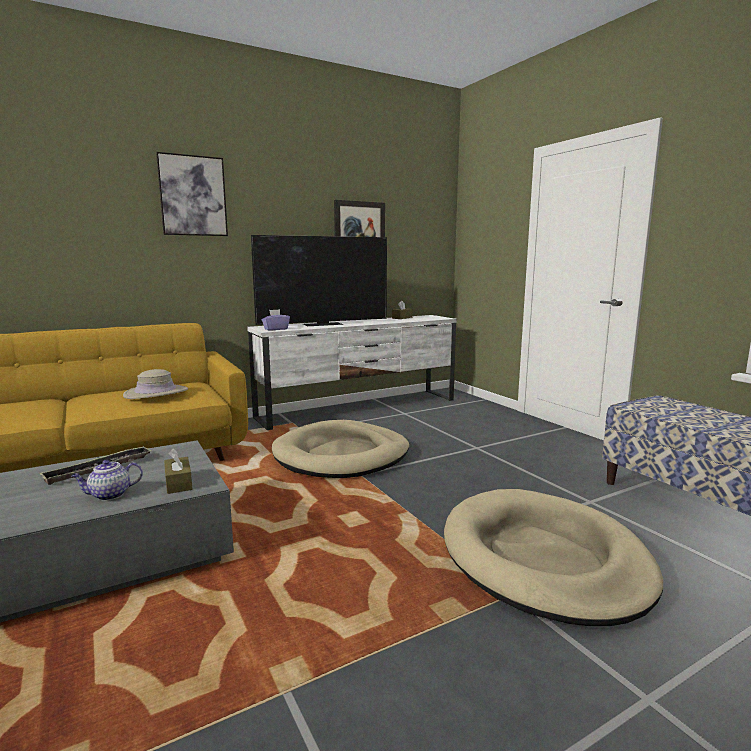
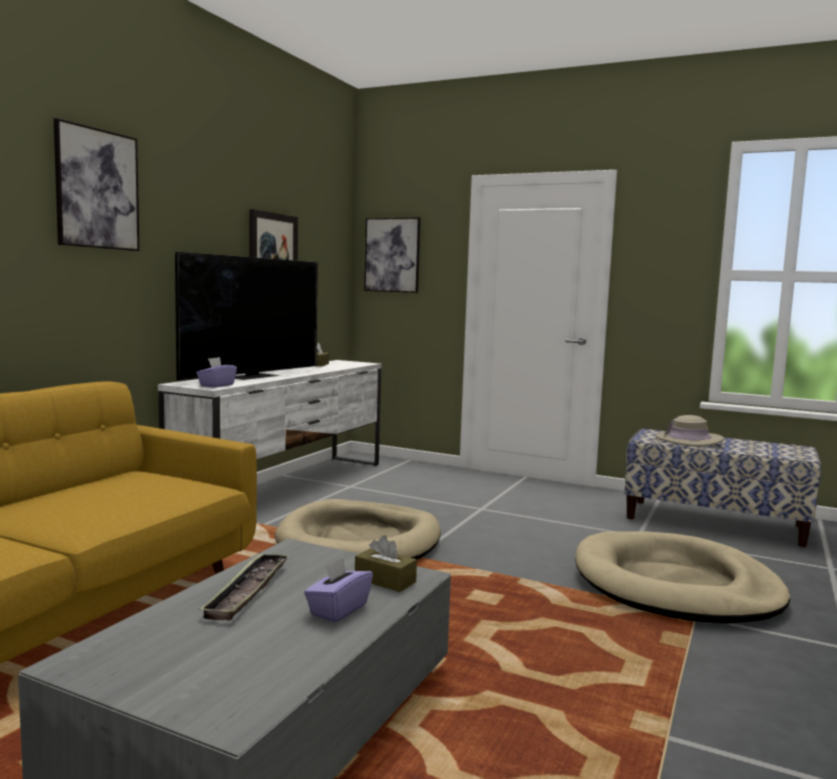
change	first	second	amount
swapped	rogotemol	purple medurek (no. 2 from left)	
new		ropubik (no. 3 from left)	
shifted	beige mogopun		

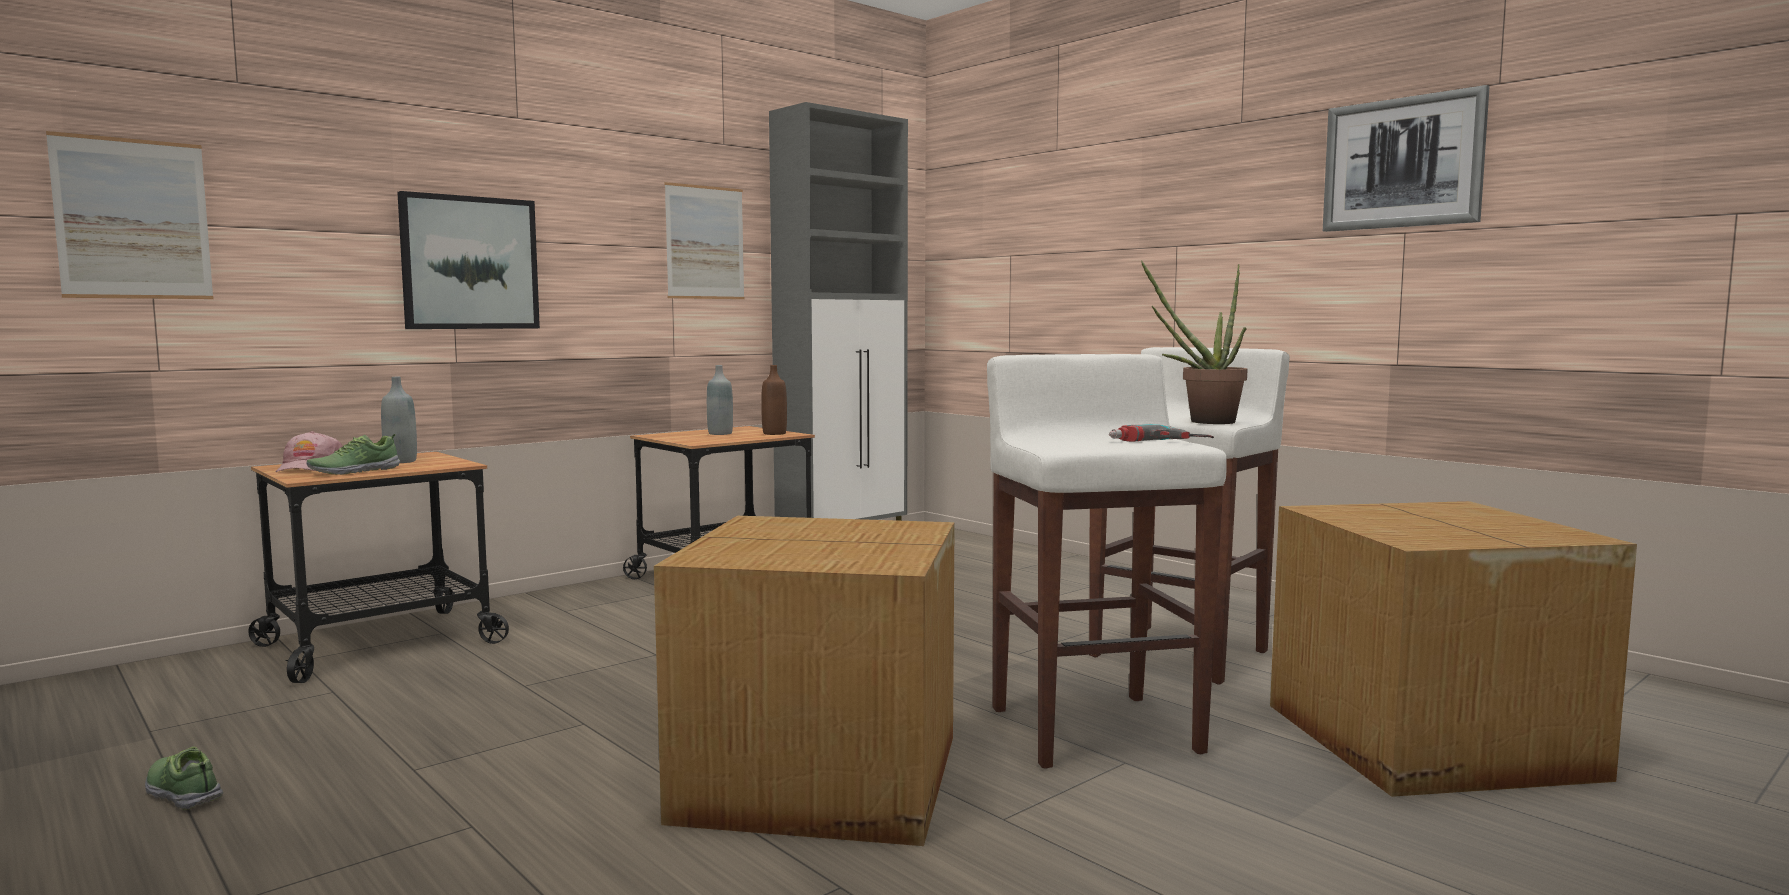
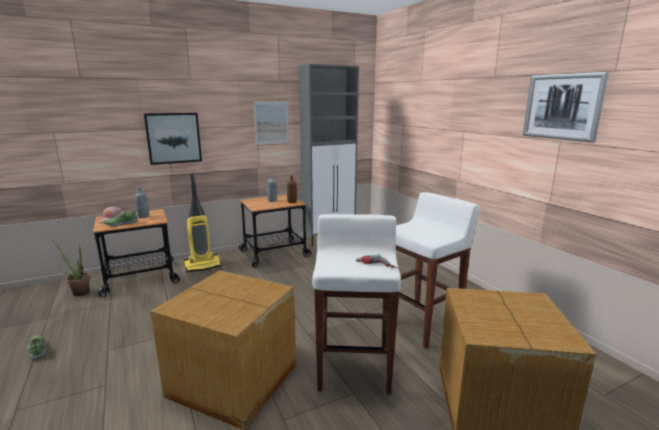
change	first	second	amount
shifted	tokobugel		
new		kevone	
gone	ropubik (no. 1 from left)		

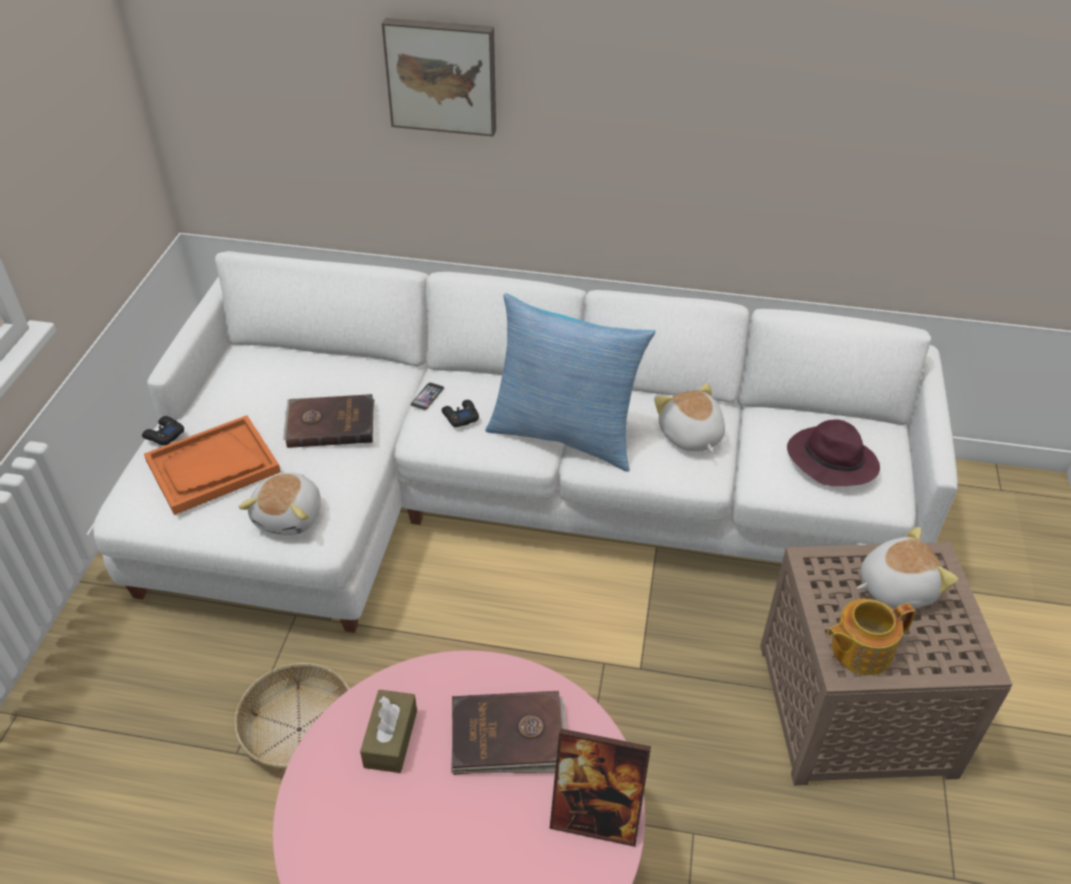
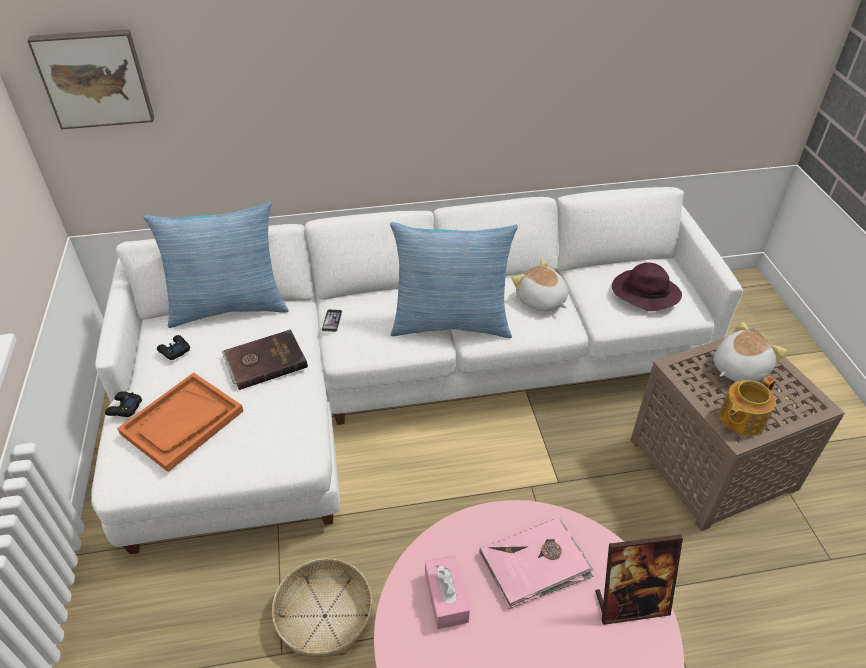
change	first	second	amount
shifted	ropubik		
new		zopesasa (no. 1 from left)	
shifted	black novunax (no. 2 from left)		
repainted	brown medurek	pink medurek	
repainted	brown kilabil (no. 2 from left)	pink kilabil	
gone	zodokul (no. 1 from left)		

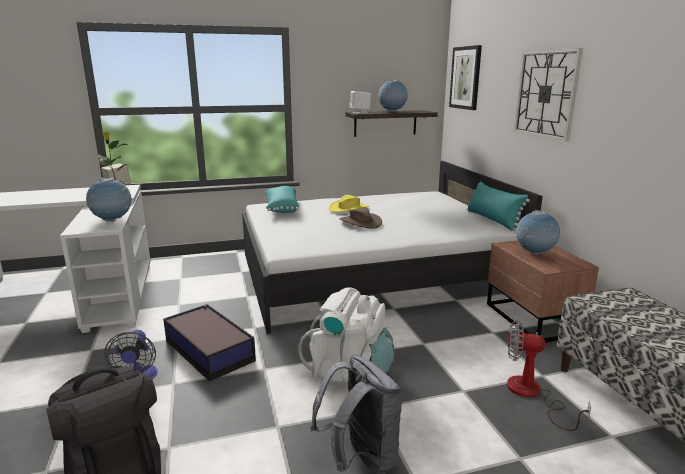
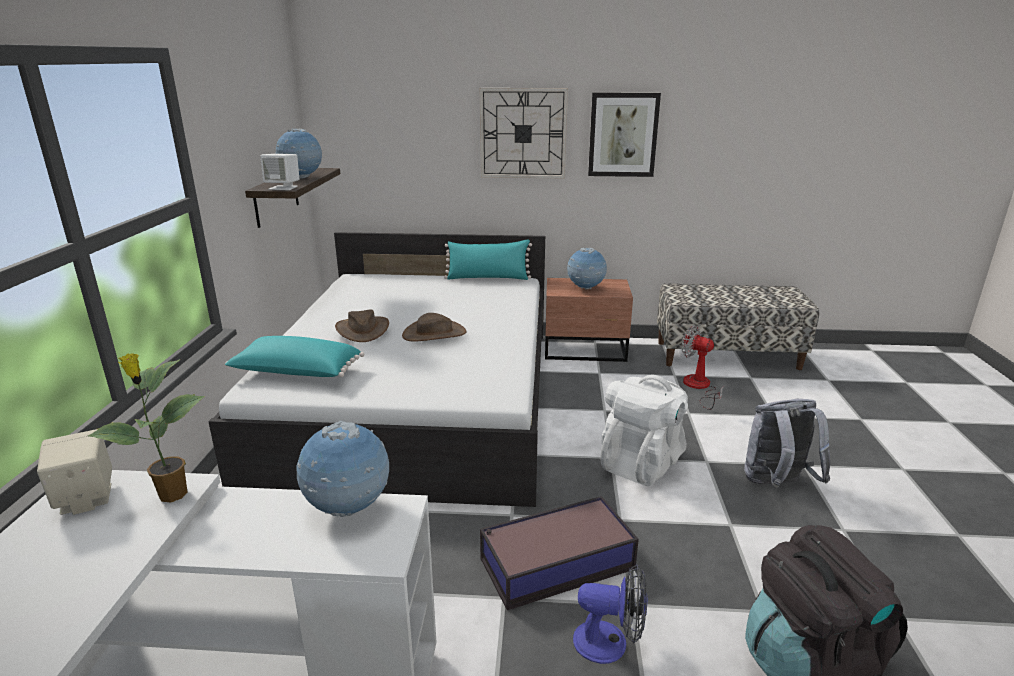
change	first	second	amount
repainted	yellow mogopun	brown mogopun (no. 1 from left)	
shifted	ropubik		
rotated	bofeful (no. 2 from left)		90 degrees clockwise

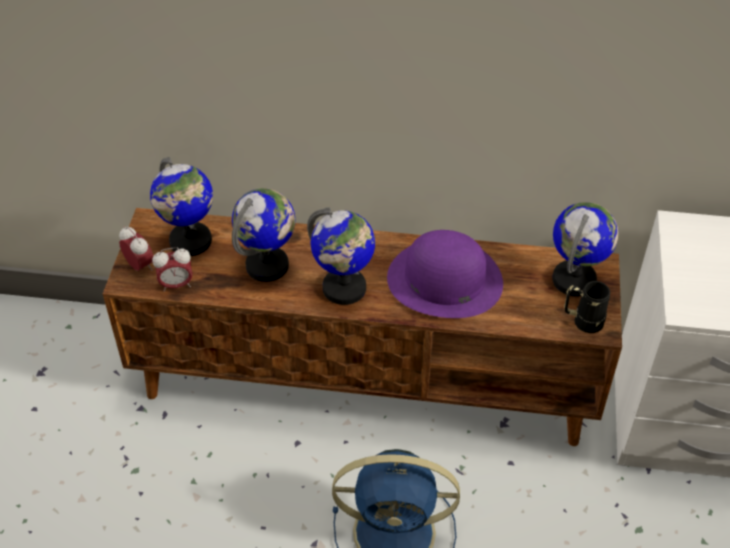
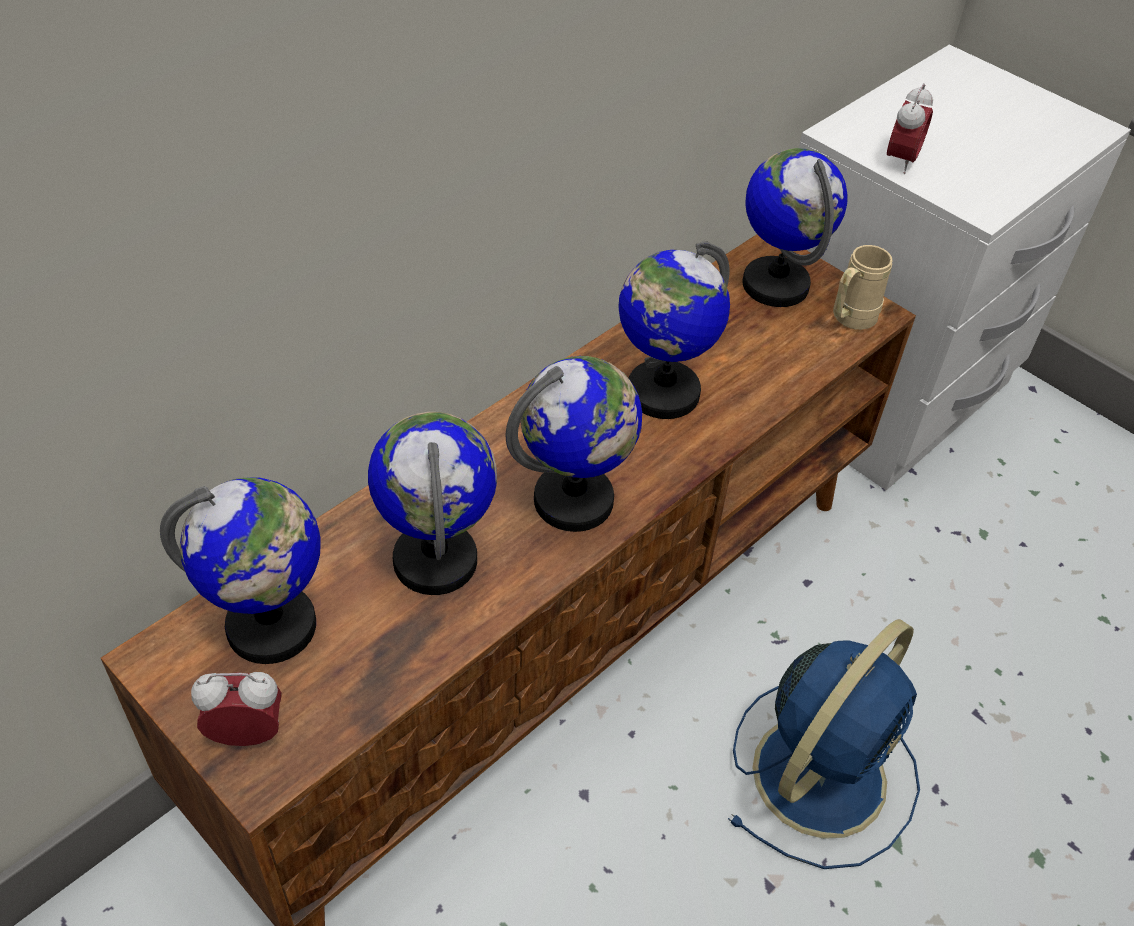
change	first	second	amount
swapped	purple mogopun	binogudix (no. 4 from left)	
repainted	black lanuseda	beige lanuseda	
shifted	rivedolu (no. 2 from left)		

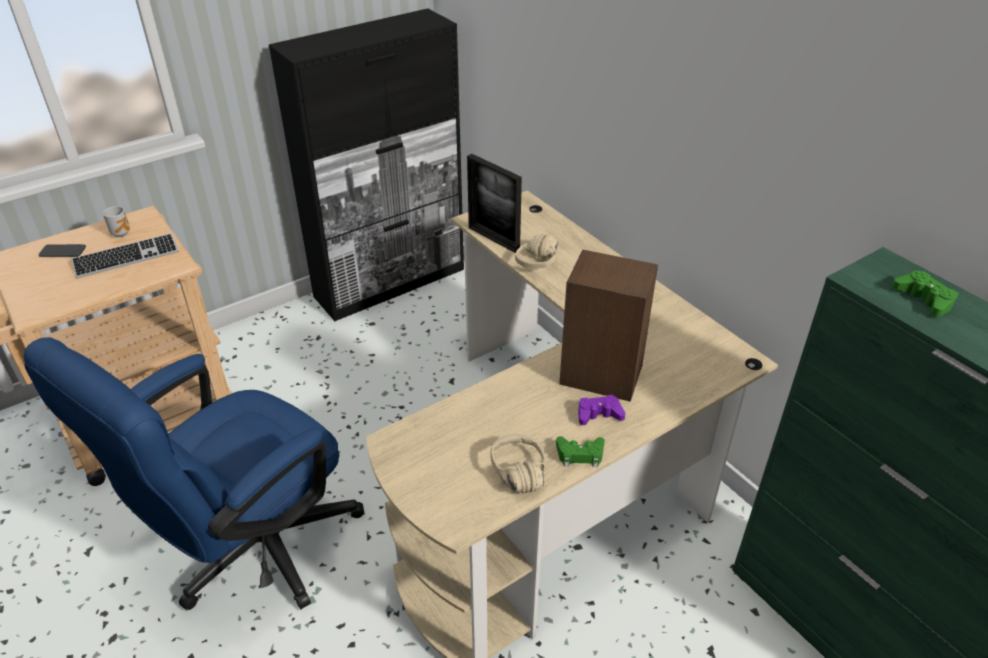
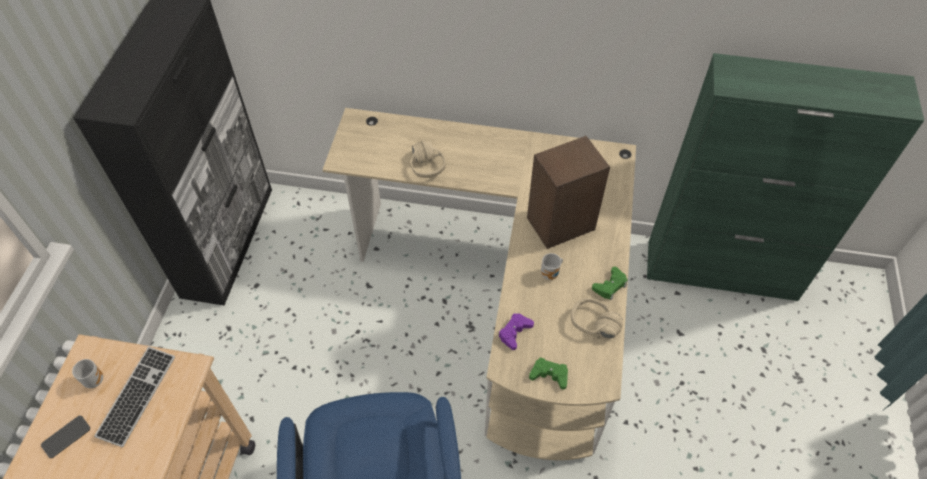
change	first	second	amount
shifted	purple novunax		
shifted	green novunax (no. 2 from left in the first image)	green novunax (no. 1 from left)	
new		lanuseda (no. 2 from left)	
gone	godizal		

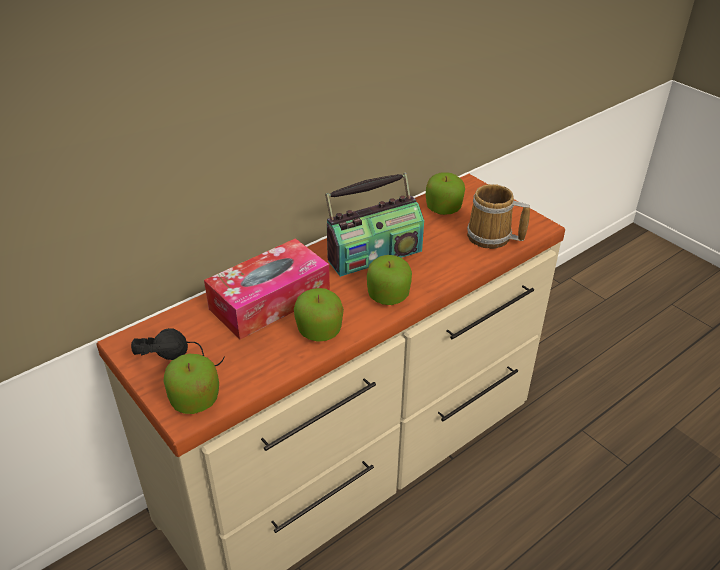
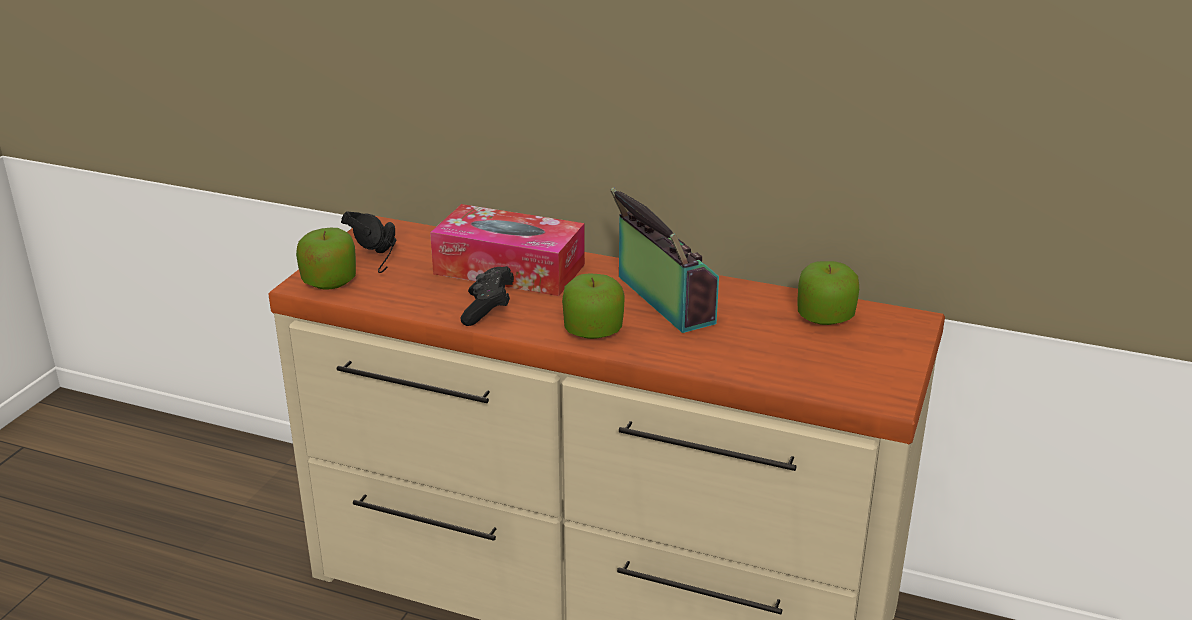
change	first	second	amount
swapped	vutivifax (no. 2 from left)	black novunax	
rotated	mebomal		150 degrees counterclockwise
gone	lanuseda		

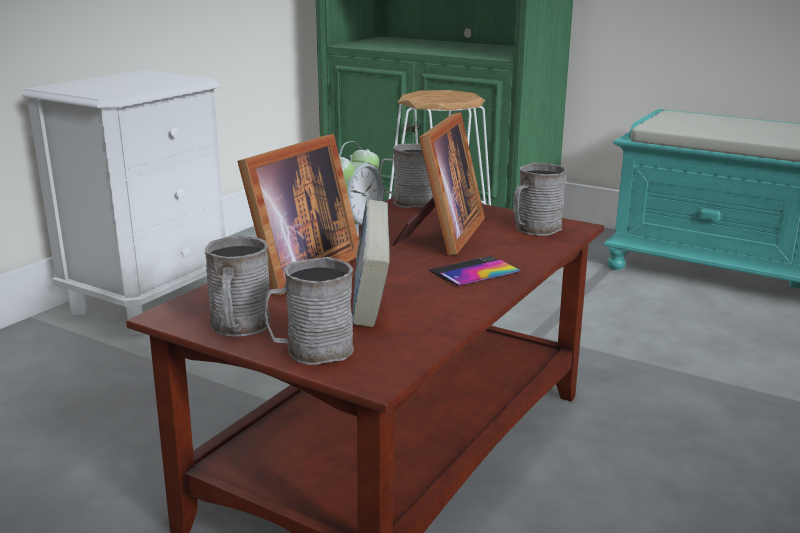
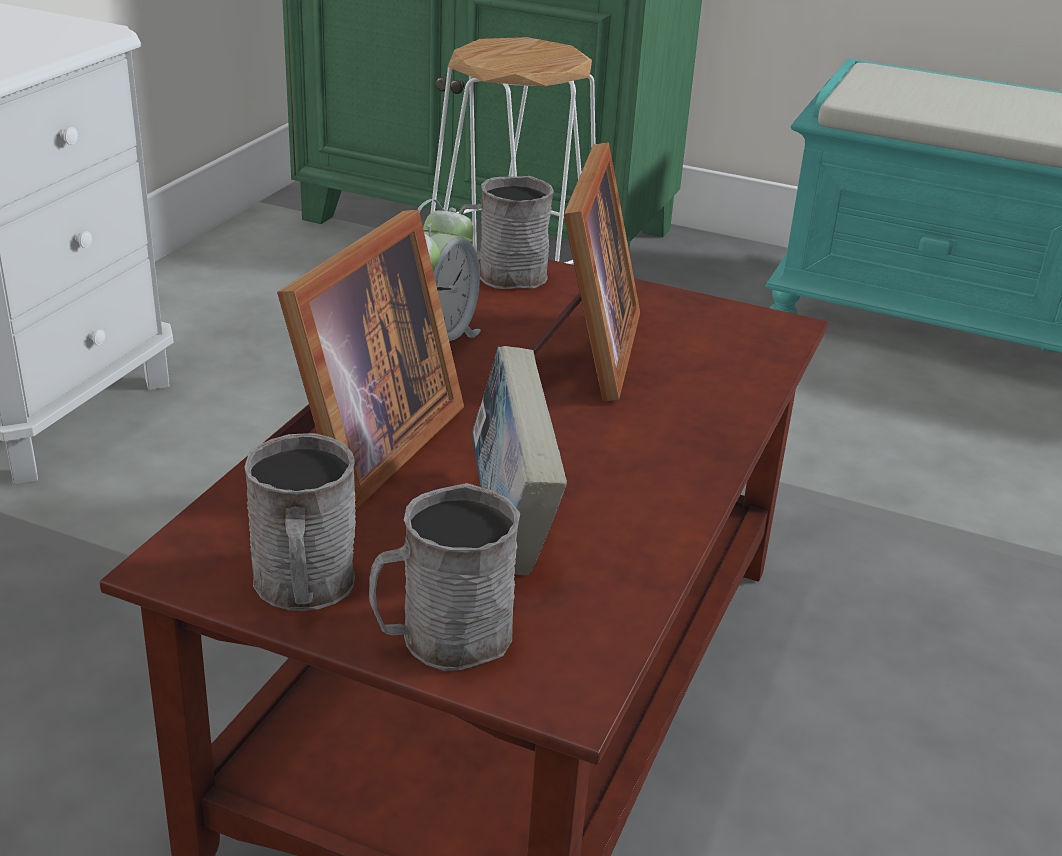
change	first	second	amount
gone	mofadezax		
gone	grey lanuseda (no. 4 from left)		

